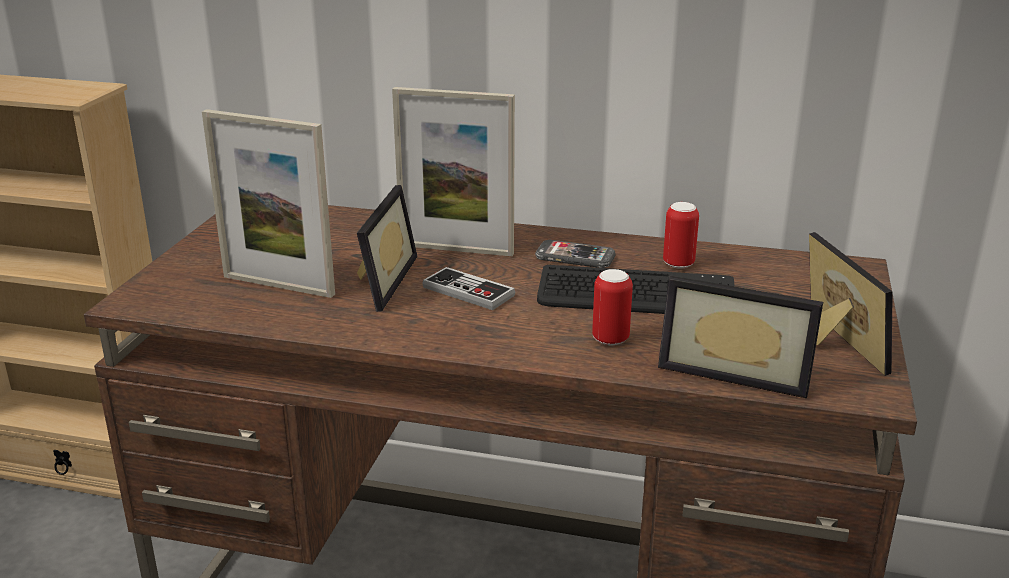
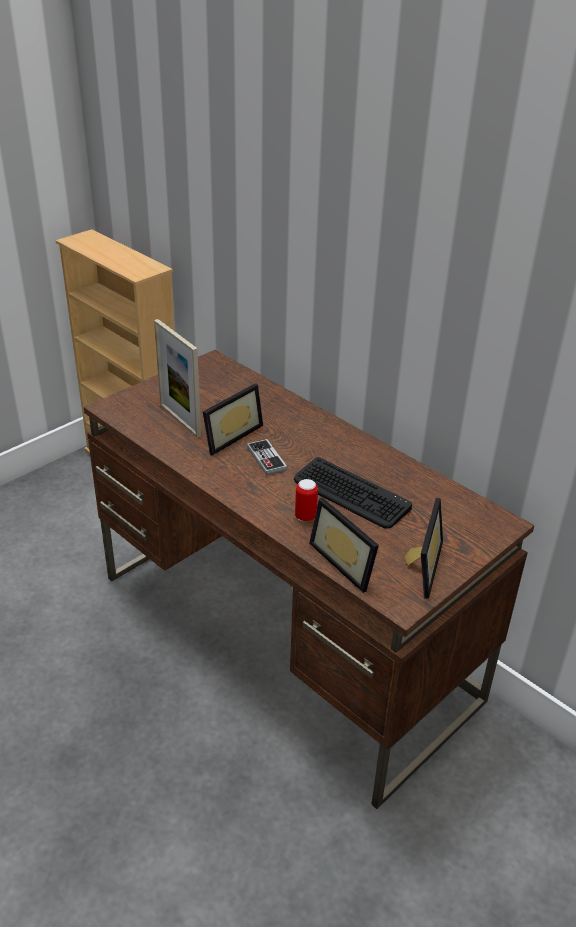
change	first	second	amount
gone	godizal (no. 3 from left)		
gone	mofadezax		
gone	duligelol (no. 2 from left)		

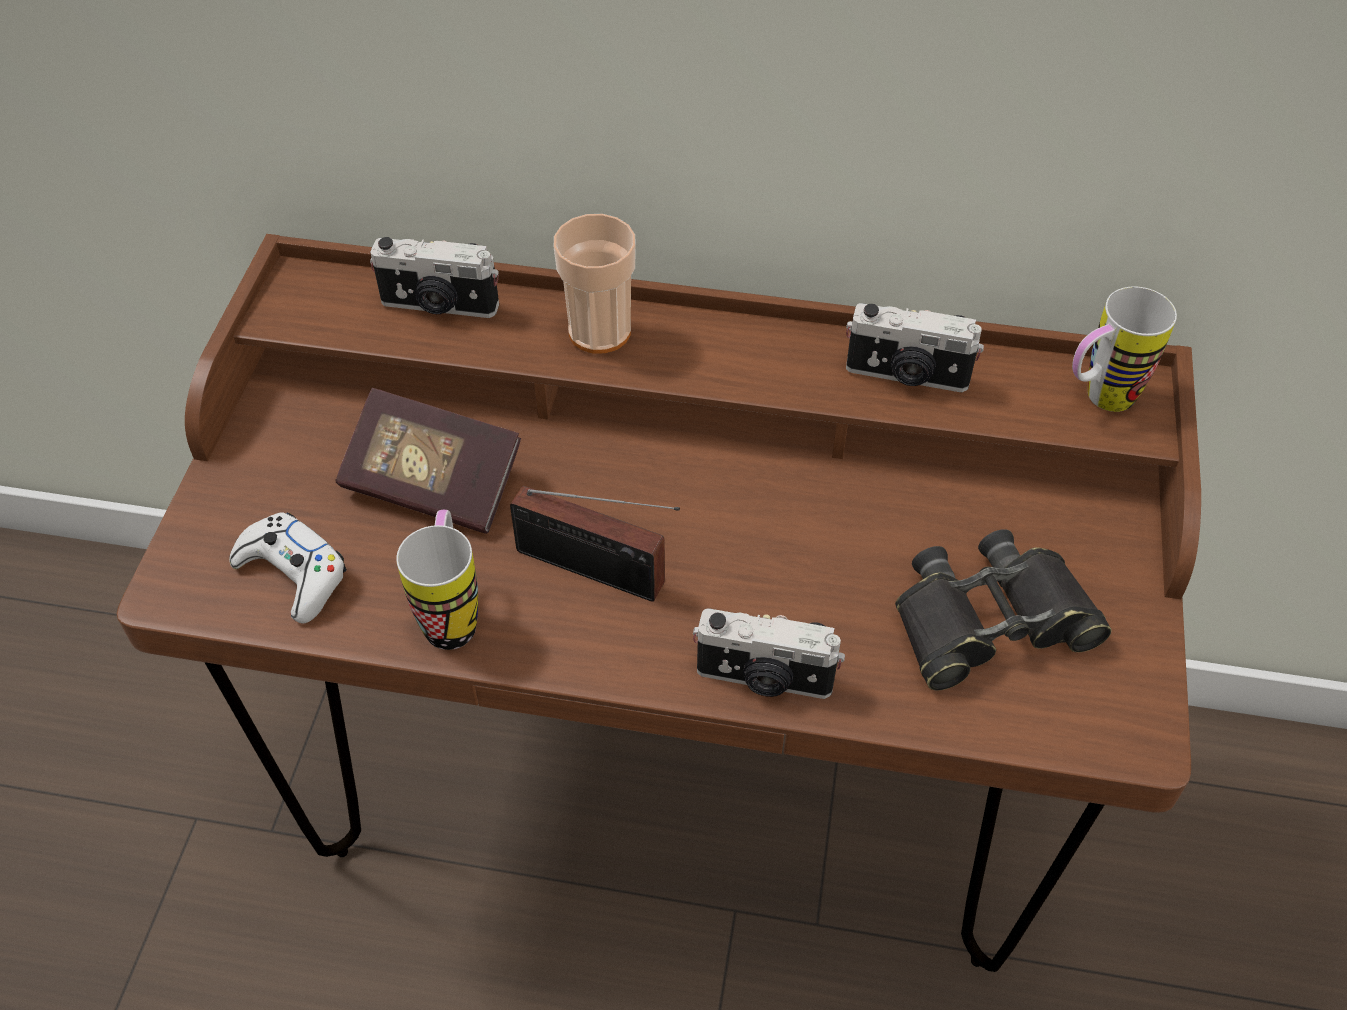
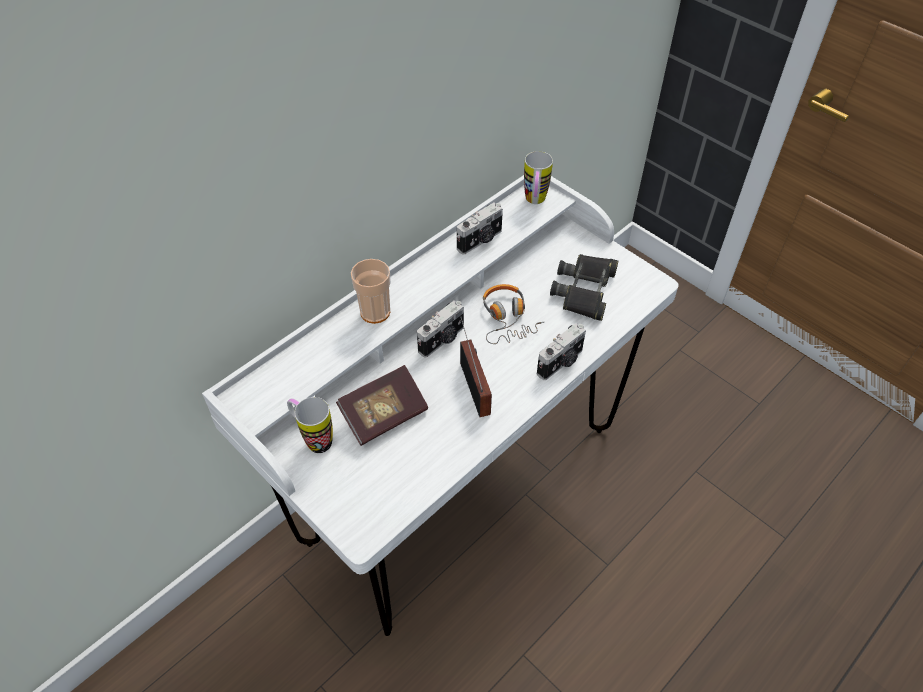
change	first	second	amount
repainted	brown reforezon	white reforezon	
shifted	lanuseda (no. 1 from left)		
shifted	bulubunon (no. 1 from left)		
rotated	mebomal		75 degrees counterclockwise
new		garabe	
gone	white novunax		

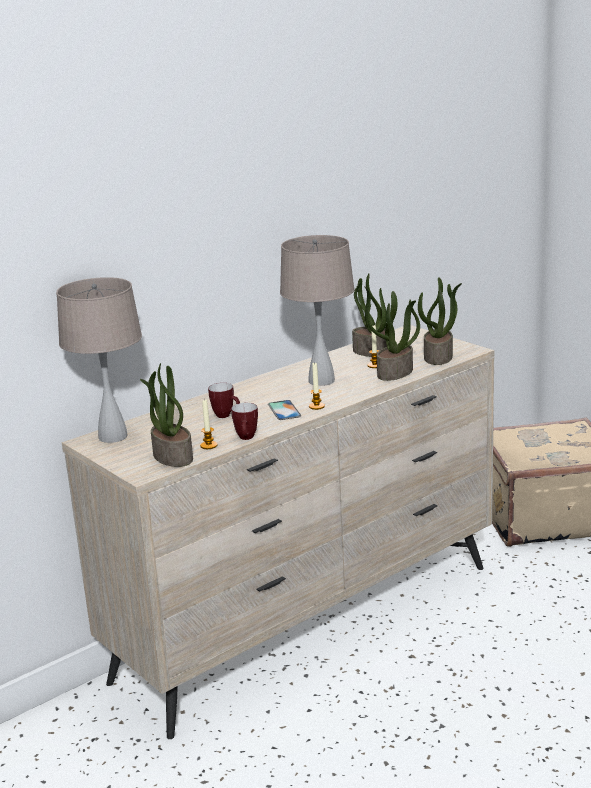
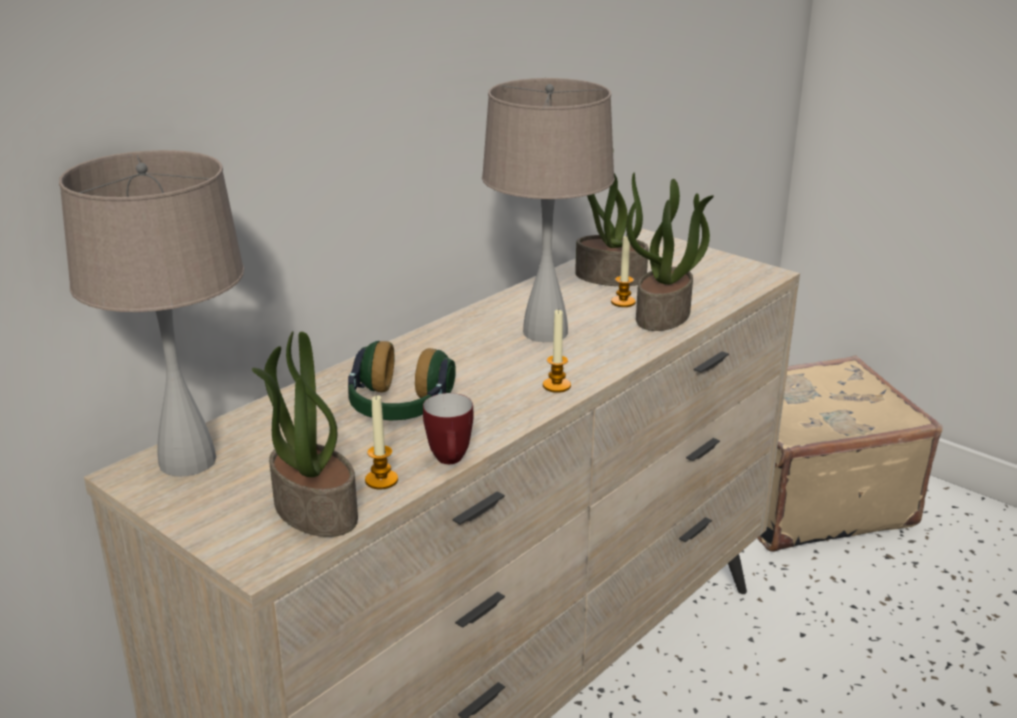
change	first	second	amount
swapped	lanuseda (no. 1 from left)	garabe	
gone	mofadezax		
gone	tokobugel (no. 4 from left)		

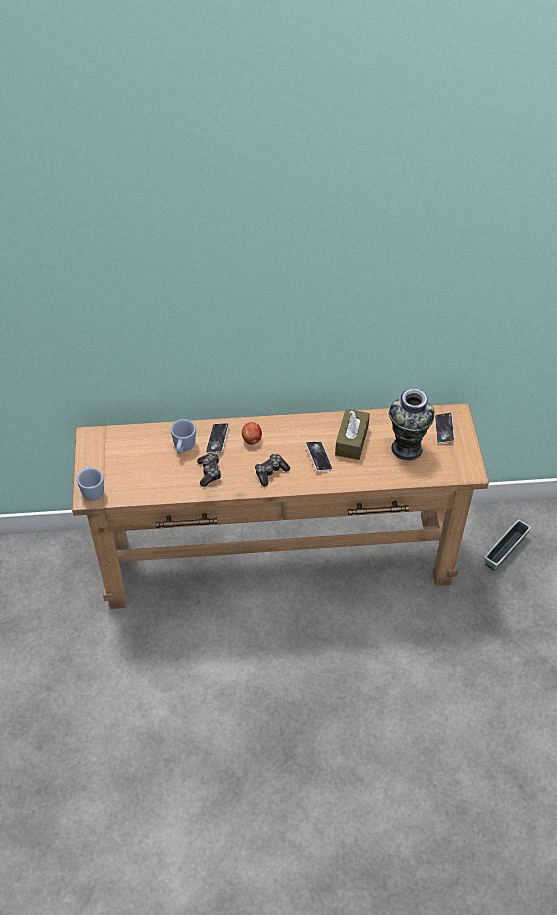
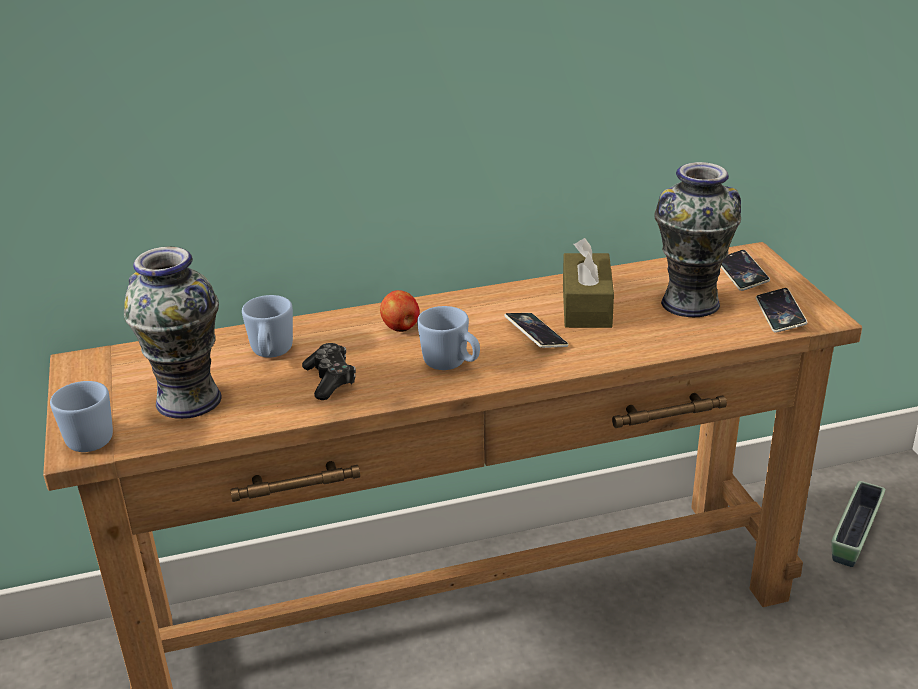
change	first	second	amount
new		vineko (no. 1 from left)	
swapped	novunax (no. 2 from left)	blue lanuseda (no. 3 from left)	
shifted	mofadezax (no. 1 from left in the first image)	mofadezax (no. 3 from left)	

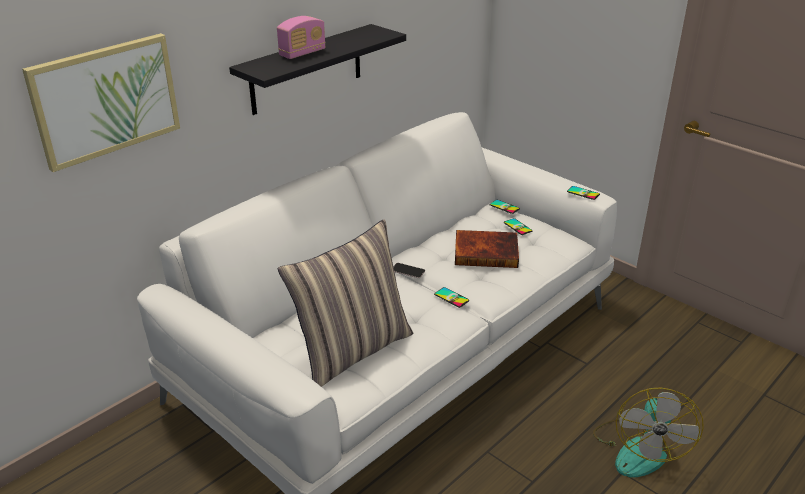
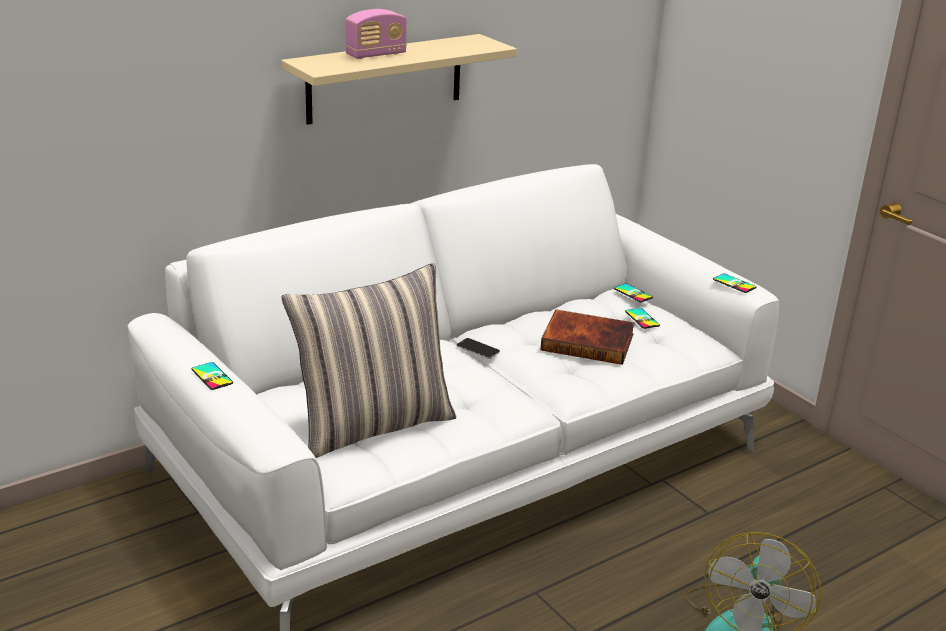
change	first	second	amount
shifted	mofadezax (no. 2 from left in the first image)	mofadezax (no. 1 from left)	
repainted	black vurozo	beige vurozo	
gone	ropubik		

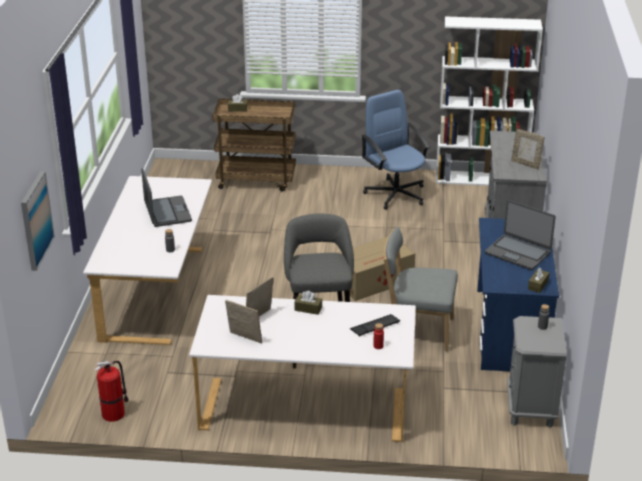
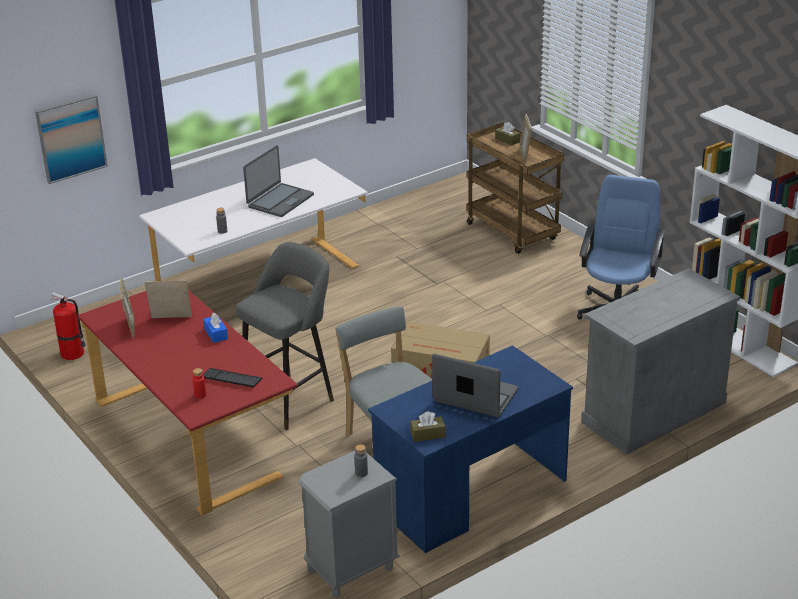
change	first	second	amount
repainted	white reforezon (no. 2 from left)	red reforezon	
repainted	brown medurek (no. 2 from left)	blue medurek	
rotated	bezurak (no. 2 from left)		120 degrees clockwise
shifted	godizal (no. 3 from left)		

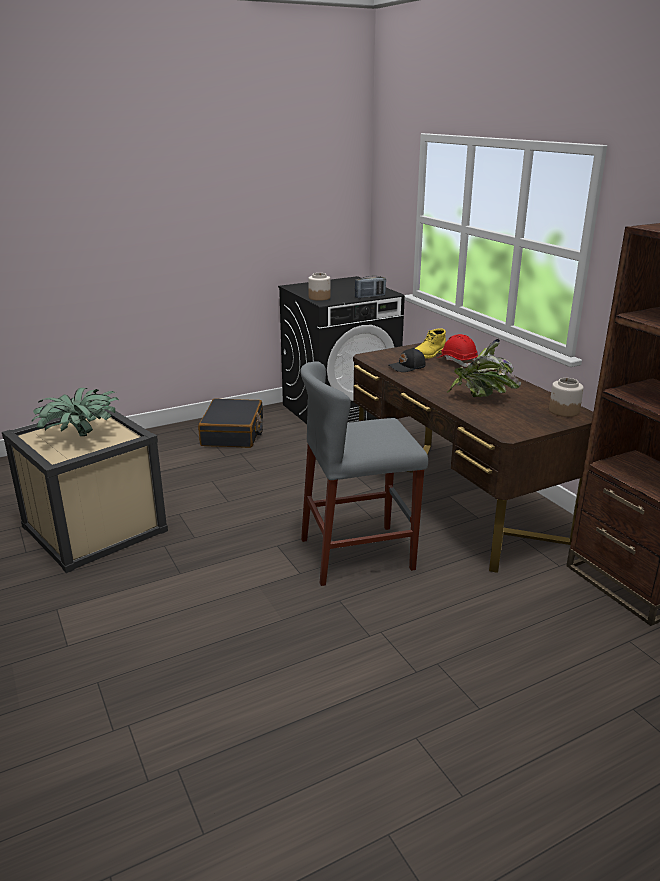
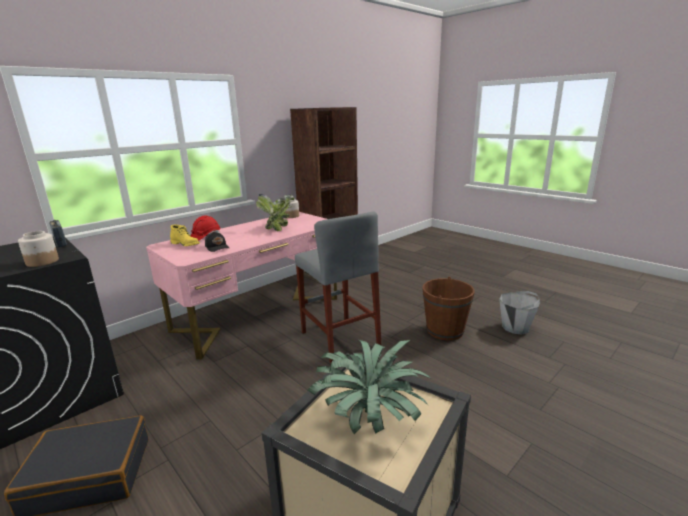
change	first	second	amount
repainted	brown reforezon	pink reforezon	
new		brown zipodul	
new		grey zipodul	

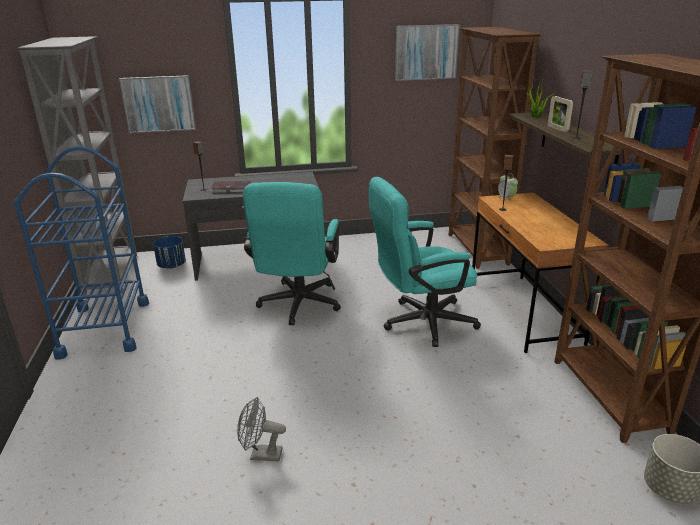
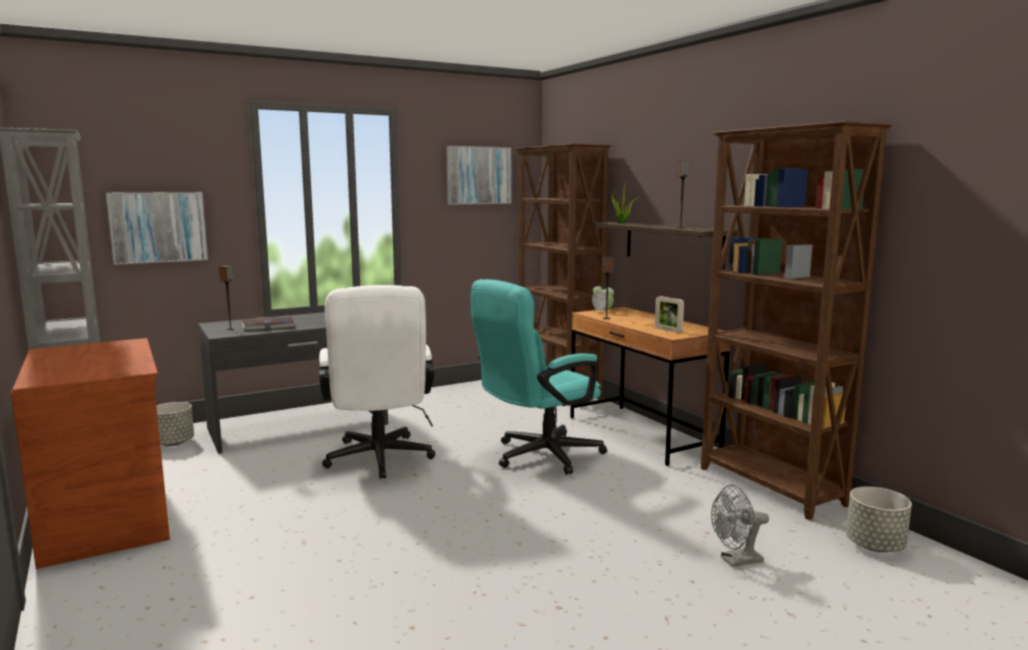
change	first	second	amount
swapped	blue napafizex	brown reforezon (no. 1 from left)	
repainted	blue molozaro	grey molozaro (no. 1 from left)	
repainted	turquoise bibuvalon (no. 1 from left)	white bibuvalon	
shifted	godizal		
shifted	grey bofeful		

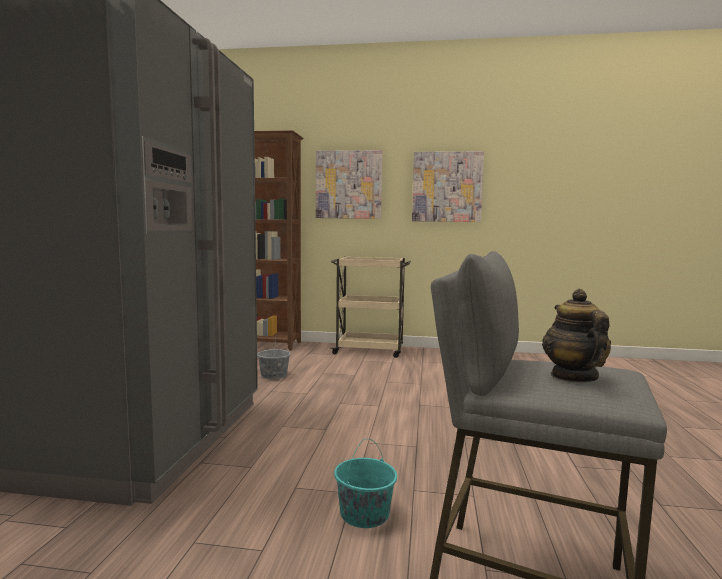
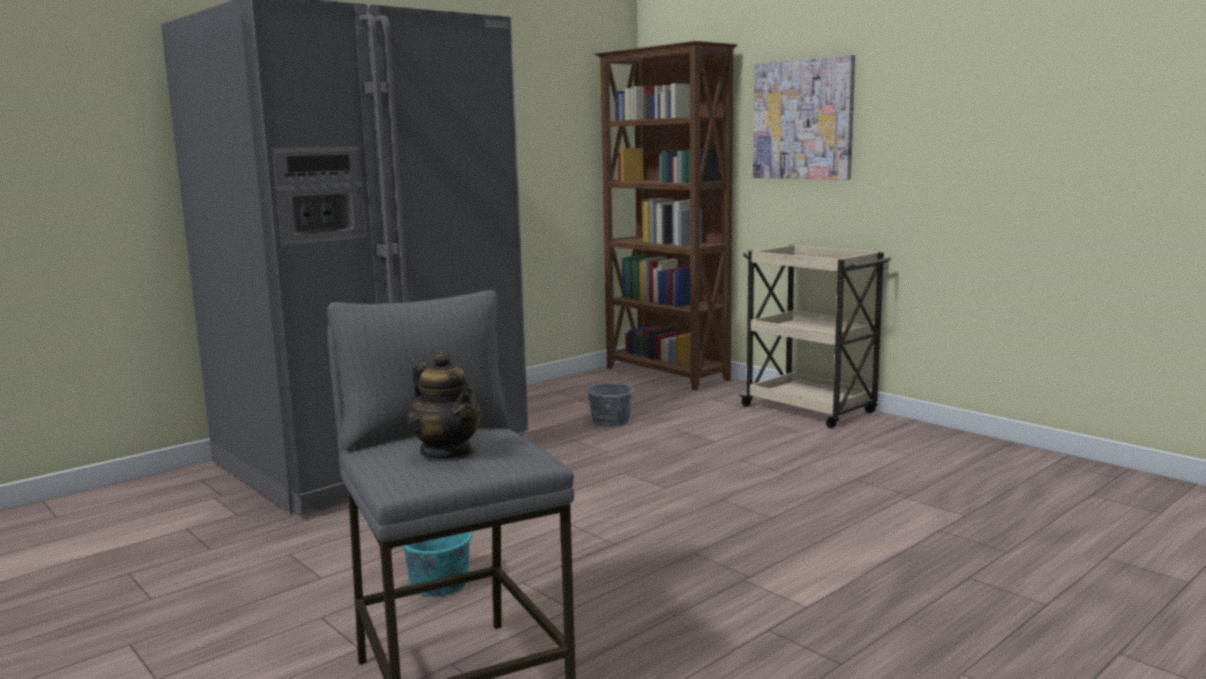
change	first	second	amount
rotated	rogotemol		105 degrees clockwise
gone	ropubik (no. 2 from left)		

